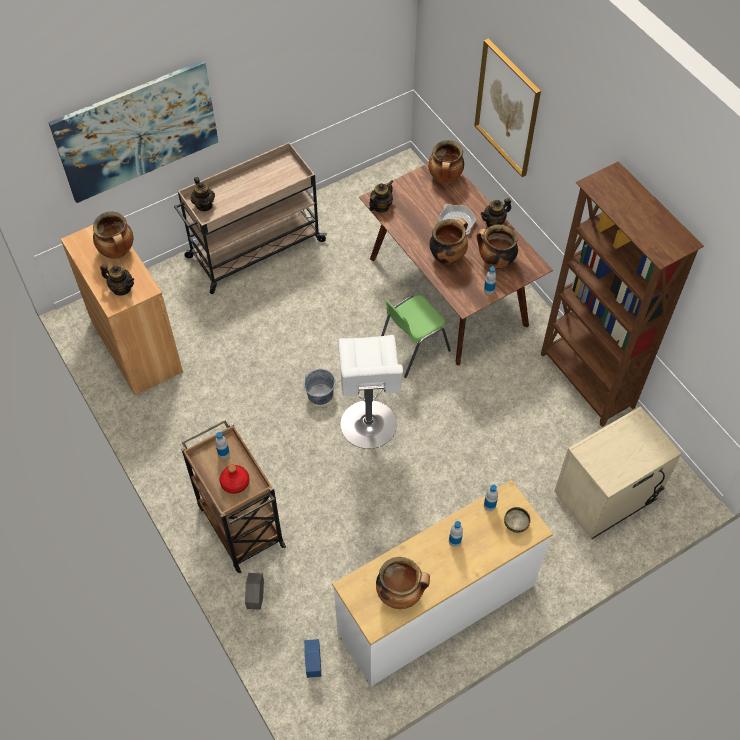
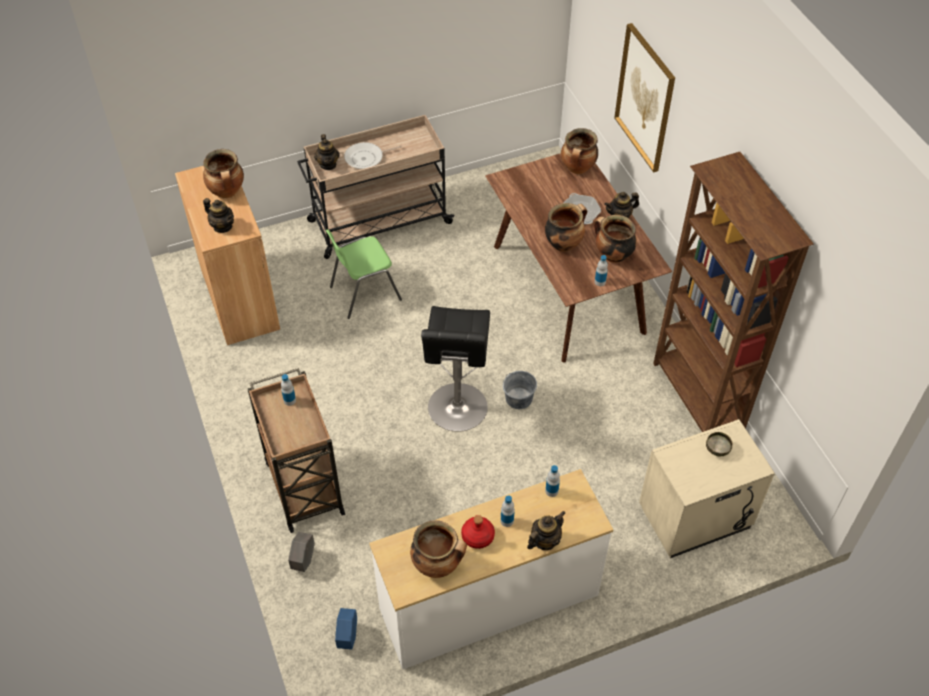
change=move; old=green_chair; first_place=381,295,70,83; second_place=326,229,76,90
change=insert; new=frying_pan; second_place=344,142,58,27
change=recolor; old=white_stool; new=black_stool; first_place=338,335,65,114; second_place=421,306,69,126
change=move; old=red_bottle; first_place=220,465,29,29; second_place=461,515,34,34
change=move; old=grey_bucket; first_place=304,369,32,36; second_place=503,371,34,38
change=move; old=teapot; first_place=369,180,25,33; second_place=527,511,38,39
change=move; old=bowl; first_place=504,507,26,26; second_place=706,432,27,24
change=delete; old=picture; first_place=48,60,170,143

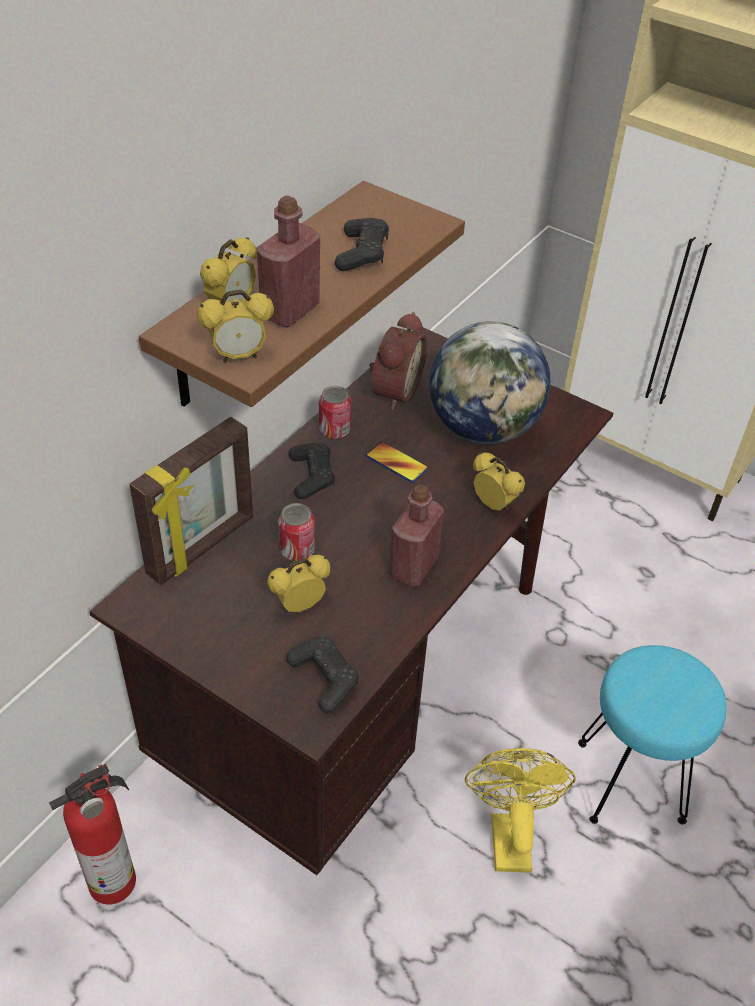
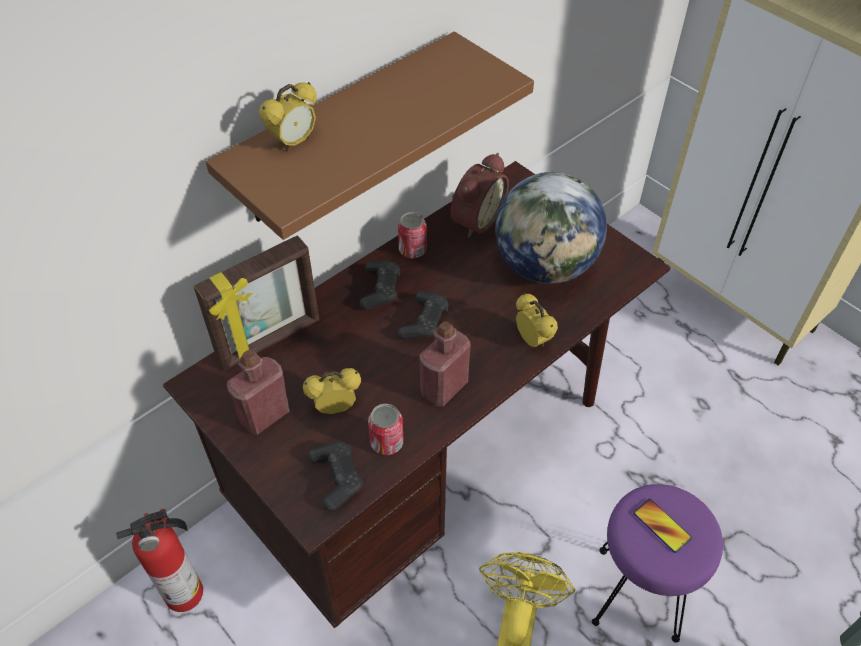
change=move; old=red_bottle; first_place=257,196,63,132; second_place=227,350,63,85
change=move; old=can; first_place=278,503,37,58; second_place=368,404,35,51
change=move; old=black_game_controller; first_place=335,218,54,53; second_place=398,291,51,49
change=recolor; old=turquoise_stool; new=purple_stool; first_place=578,645,149,179; second_place=592,484,131,159
change=move; old=phone; first_place=365,441,63,42; second_place=633,499,59,54
change=delete; old=alarm_clock; first_place=197,289,77,74

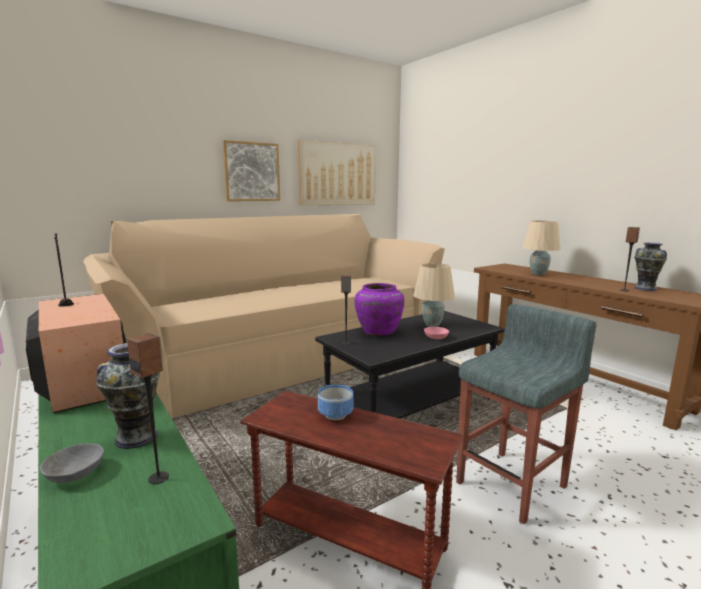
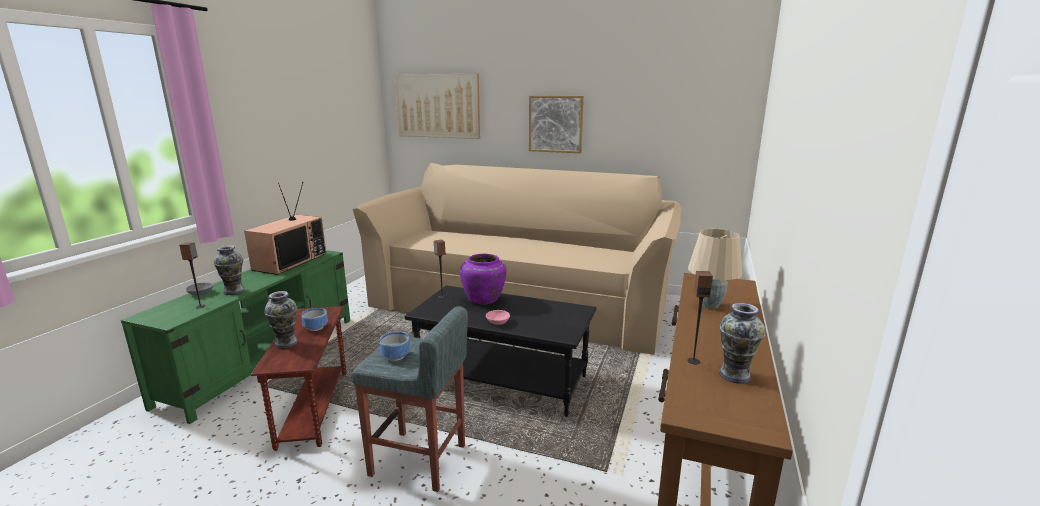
change=insert; new=vase; second_place=264,291,34,58
change=insert; new=bowl; second_place=380,332,30,29
change=move; old=picture; first_place=298,140,78,66; second_place=394,74,86,65
change=delete; old=beige_table_lamp; first_place=414,263,41,64

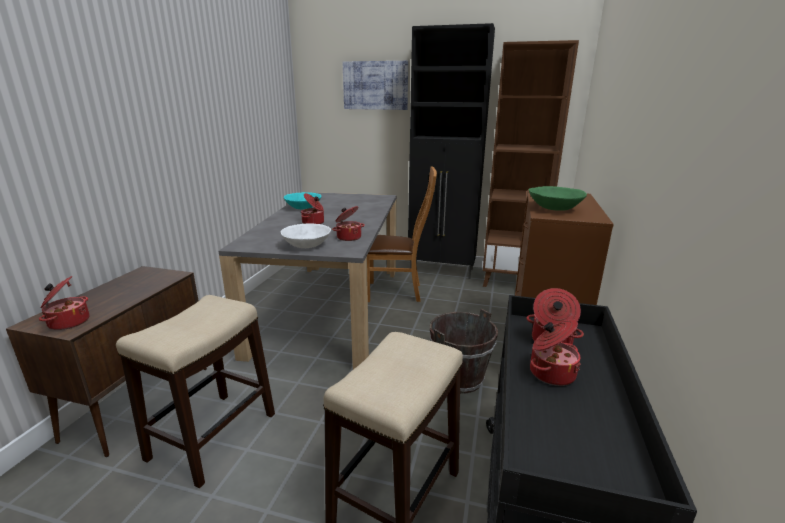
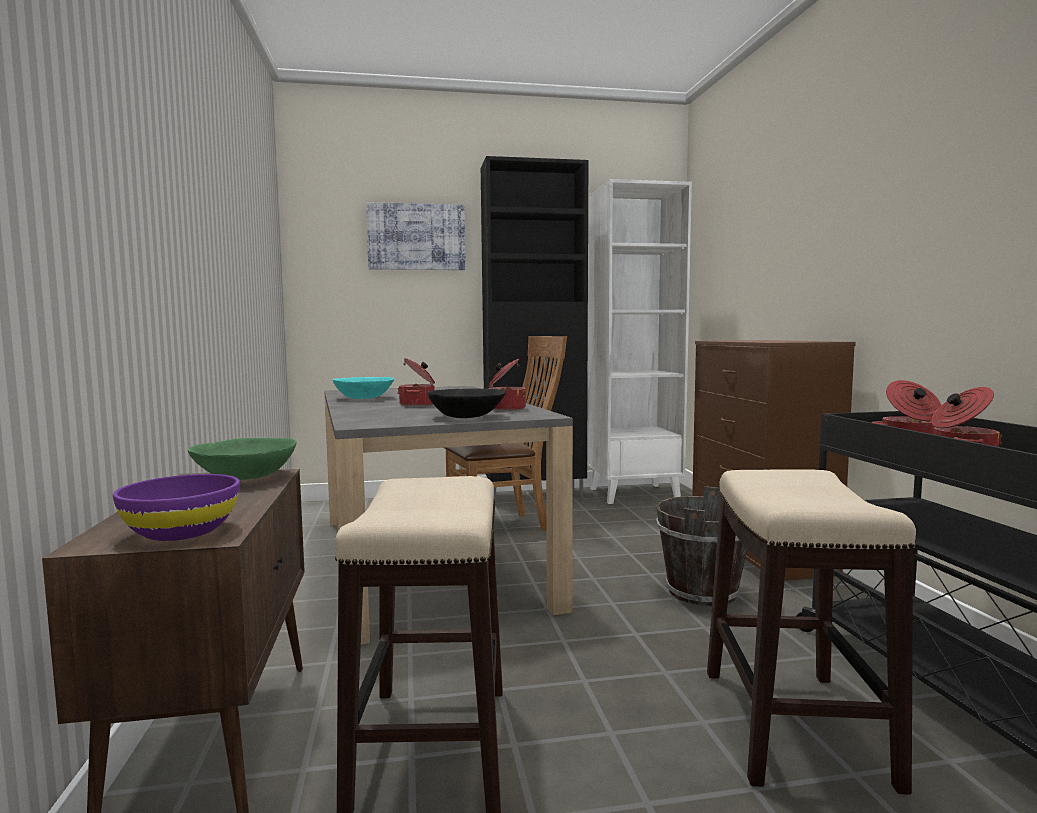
change=replace; old=cooking_pot; new=purple_bowl; first_place=39,276,51,54; second_place=113,474,127,67
change=move; old=green_bowl; first_place=528,186,59,25; second_place=188,438,109,42
change=recolor; old=white_bowl; new=black_bowl; first_place=280,223,51,25; second_place=427,388,79,30
change=recolor; old=brown_bookcase; new=white_bookcase; first_place=483,40,96,247; second_place=588,179,104,325

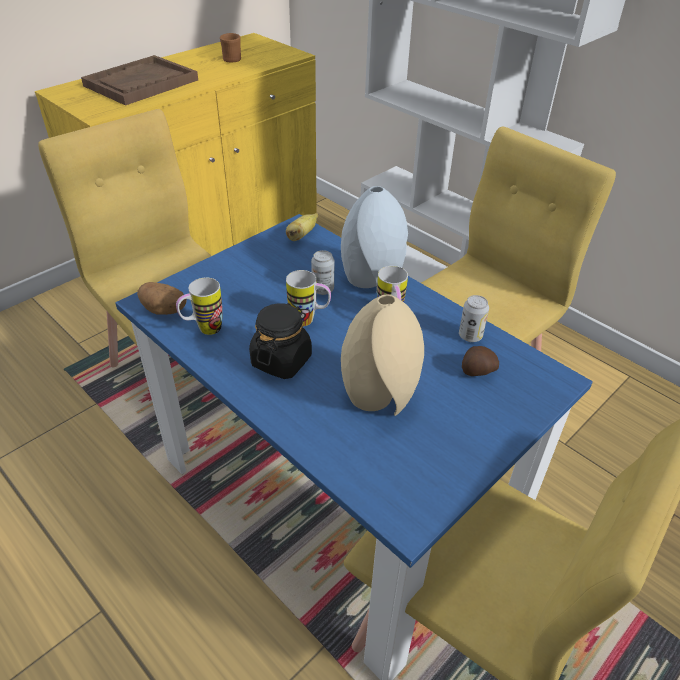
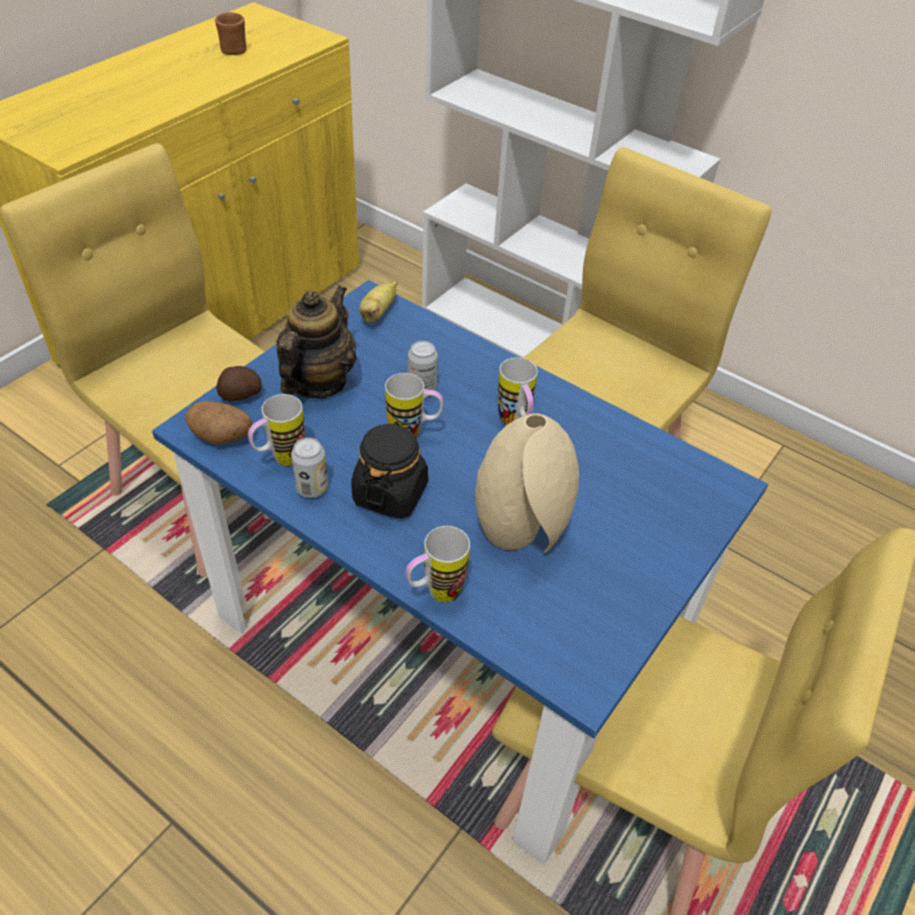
change=move; old=potato; first_place=462,346,37,30; second_place=216,366,45,35
change=insert; new=teapot; second_place=276,285,81,114
change=move; old=can; first_place=459,295,30,47; second_place=291,438,37,60
change=insert; new=mug; second_place=406,526,64,77
change=delete; old=brown_tray; first_place=81,55,117,51
change=delete; old=grey_vase; first_place=341,186,67,107

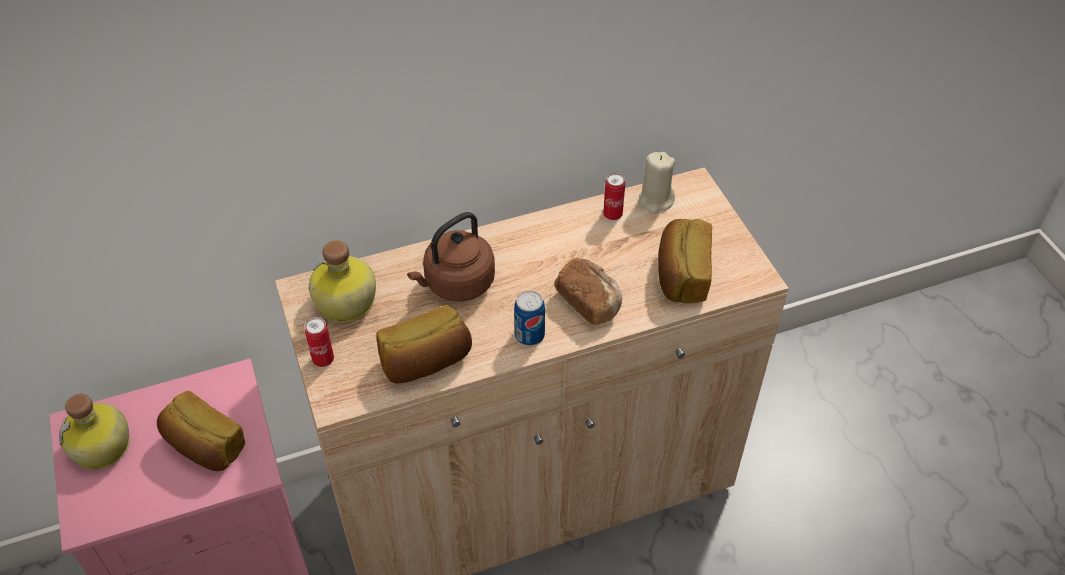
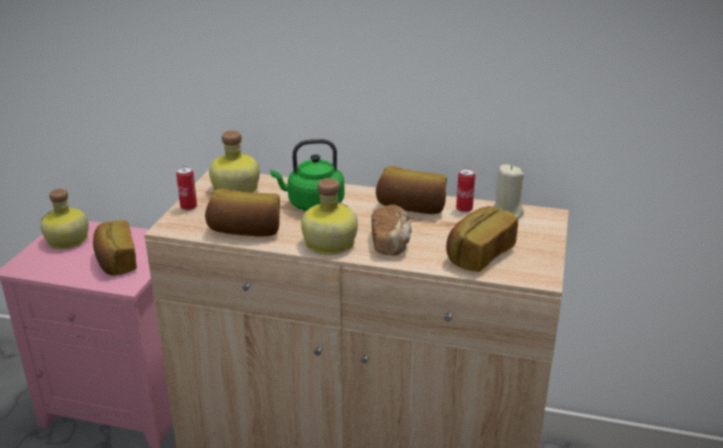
change=recolor; old=brown_kettle; new=green_kettle; first_place=407,212,88,90; second_place=270,139,74,72
change=replace; old=can; new=bottle; first_place=514,291,31,55; second_place=301,178,57,77
change=insert; new=bread; second_place=376,166,71,48

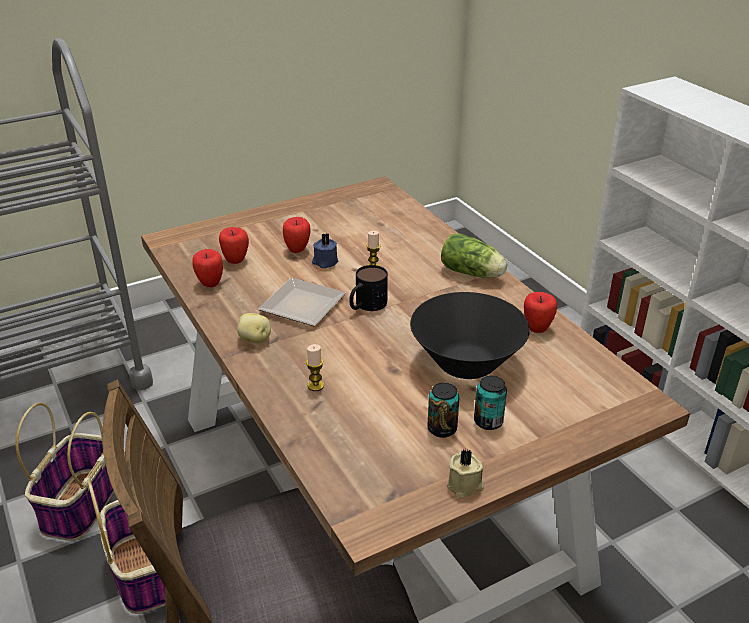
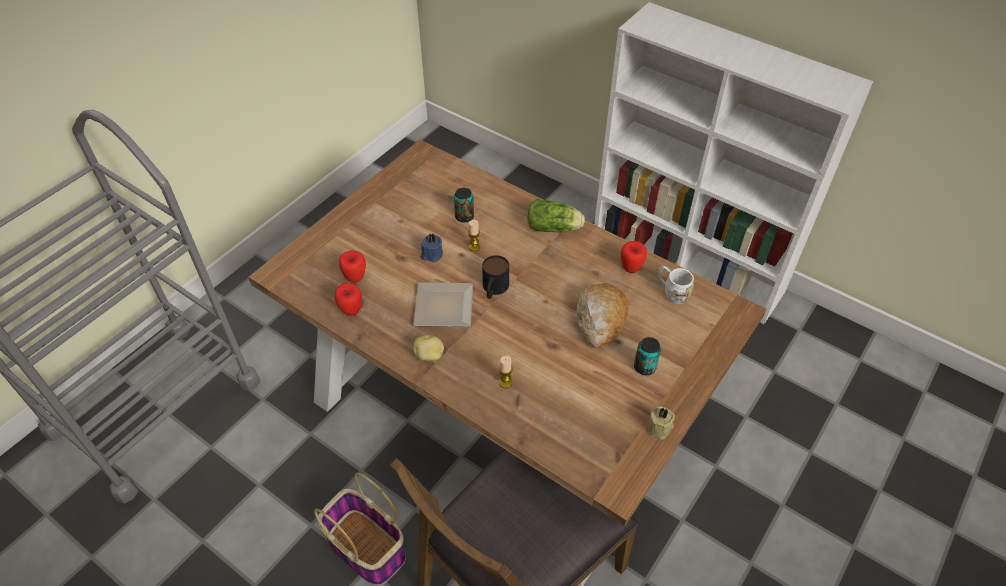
change=move; old=can; first_place=427,382,33,56; second_place=454,188,20,35
change=replace; old=black_bowl; new=bread; first_place=410,292,120,87; second_place=577,283,51,65
change=insert; new=white_mug; second_place=658,266,36,38
change=delete; old=basket; first_place=15,403,99,138
change=delete; old=apple; first_place=283,217,28,36

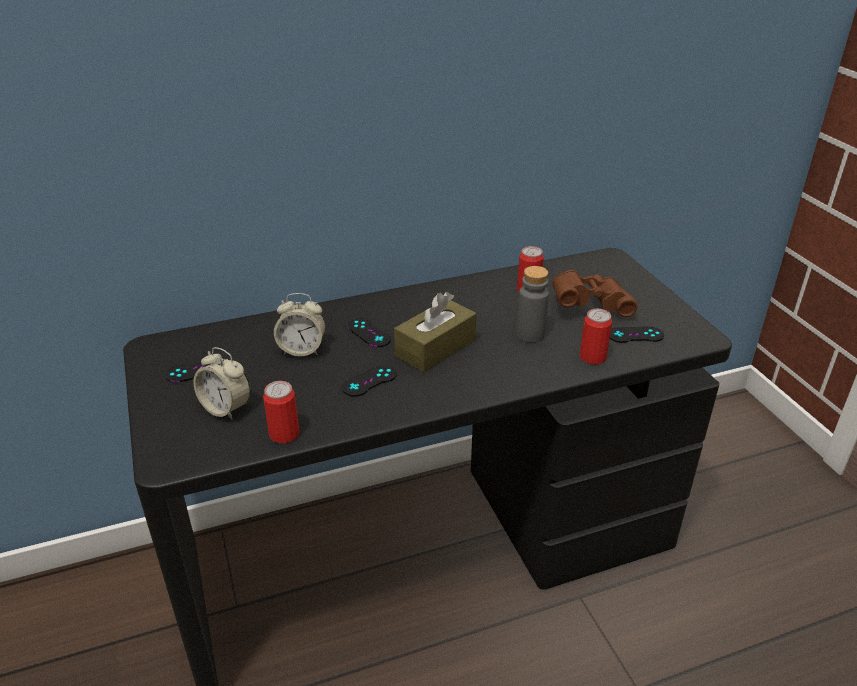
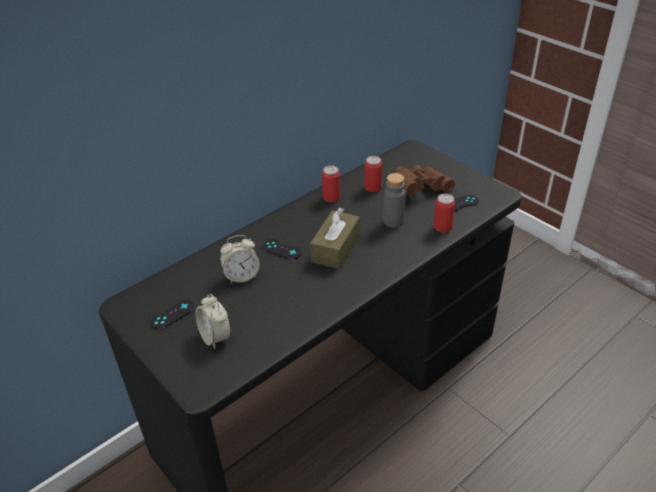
change=rotate; old=alarm_clock; first_place=193,347,58,73; second_place=196,294,35,55; degrees=45
change=move; old=can; first_place=263,381,36,62; second_place=322,165,18,37
change=delete; old=black_game_controller; first_place=342,365,55,32

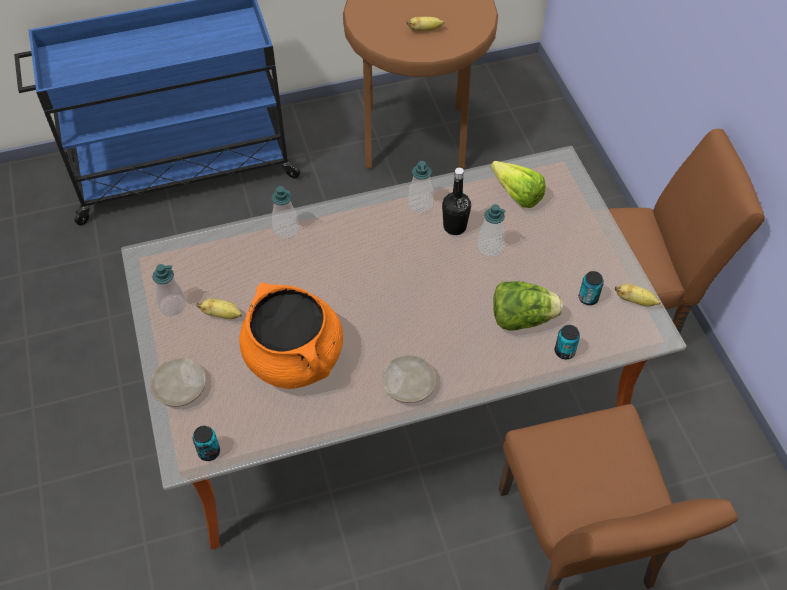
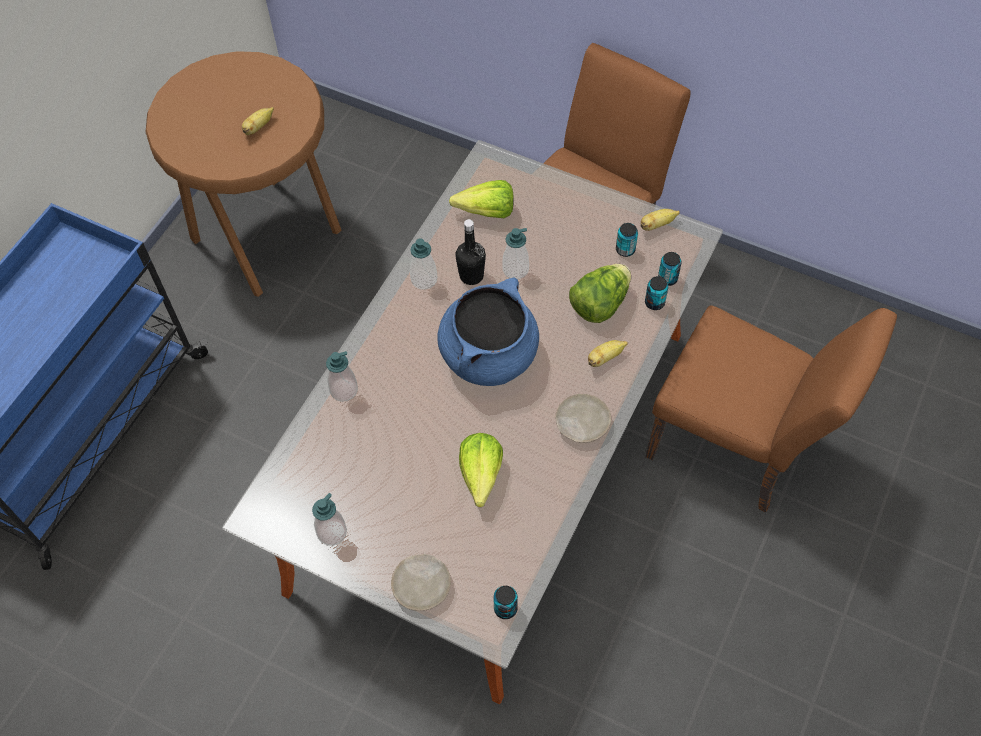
change=insert; new=blue_cooking_pot; second_place=437,278,102,108
change=replace; old=orange_cooking_pot; new=lettuce; first_place=239,283,104,106; second_place=459,433,44,74
change=move; old=banana; first_place=196,299,46,20; second_place=588,340,40,27
change=insert; new=can; second_place=658,252,23,34

